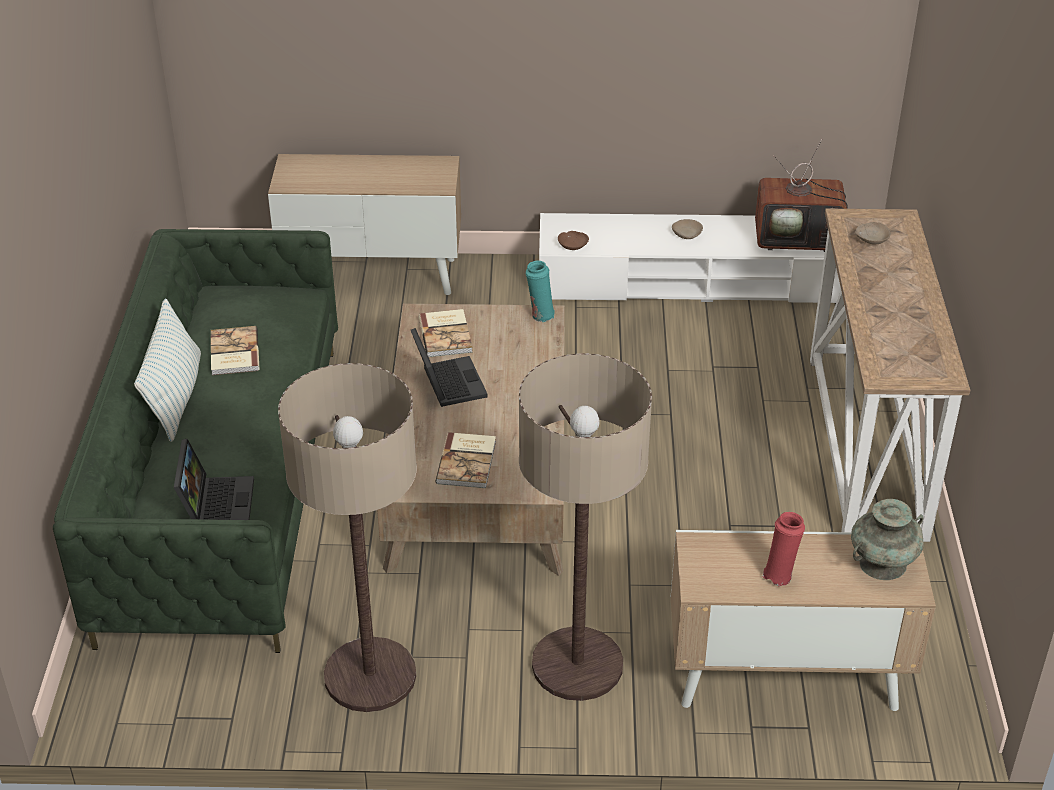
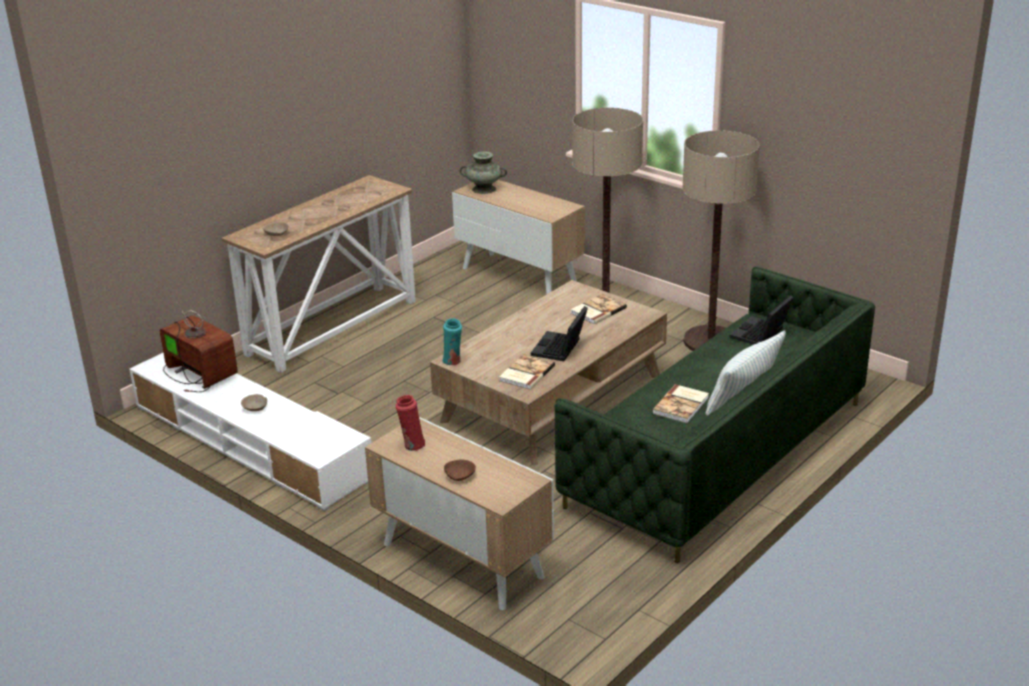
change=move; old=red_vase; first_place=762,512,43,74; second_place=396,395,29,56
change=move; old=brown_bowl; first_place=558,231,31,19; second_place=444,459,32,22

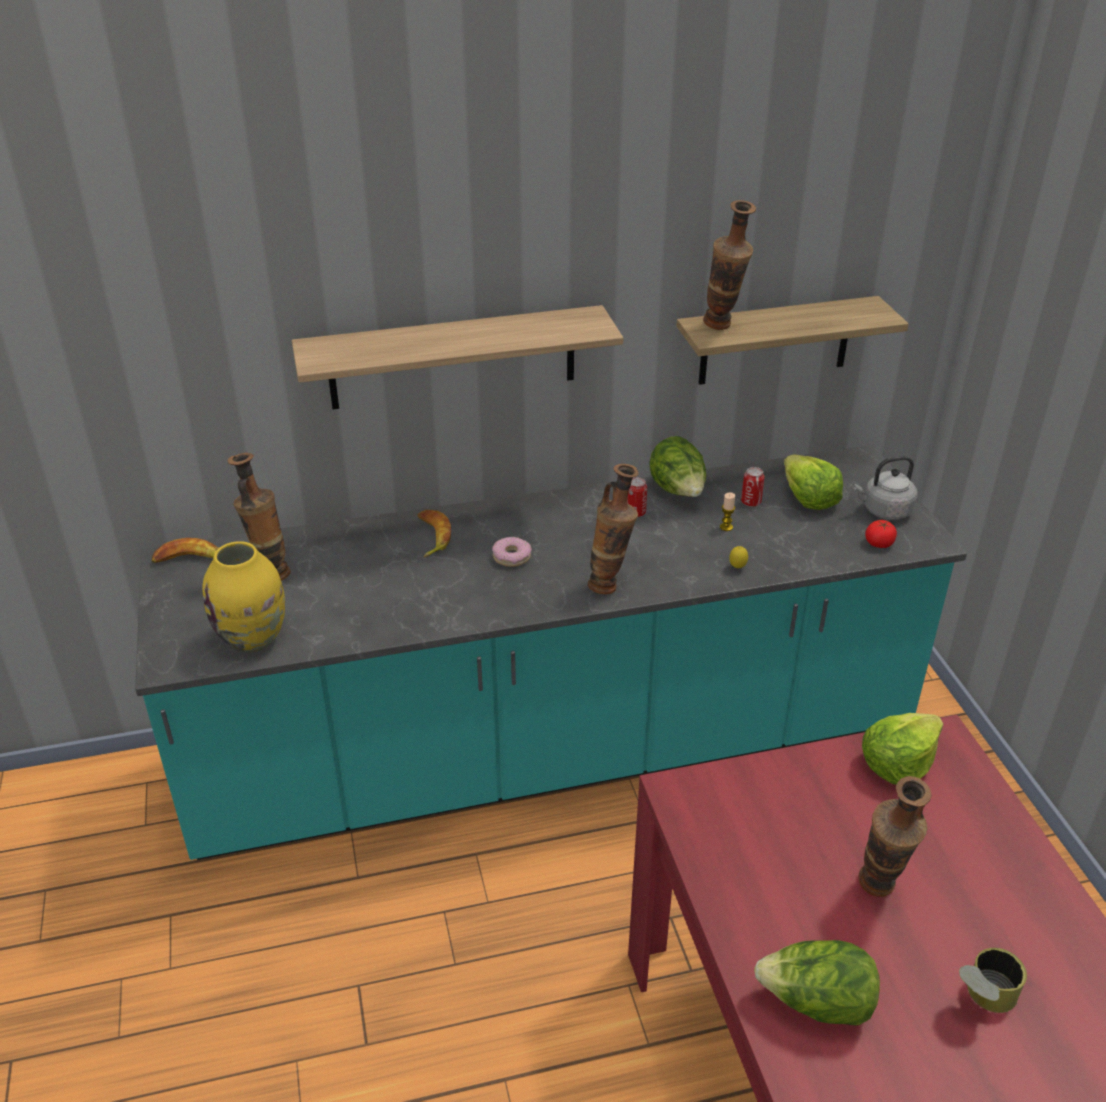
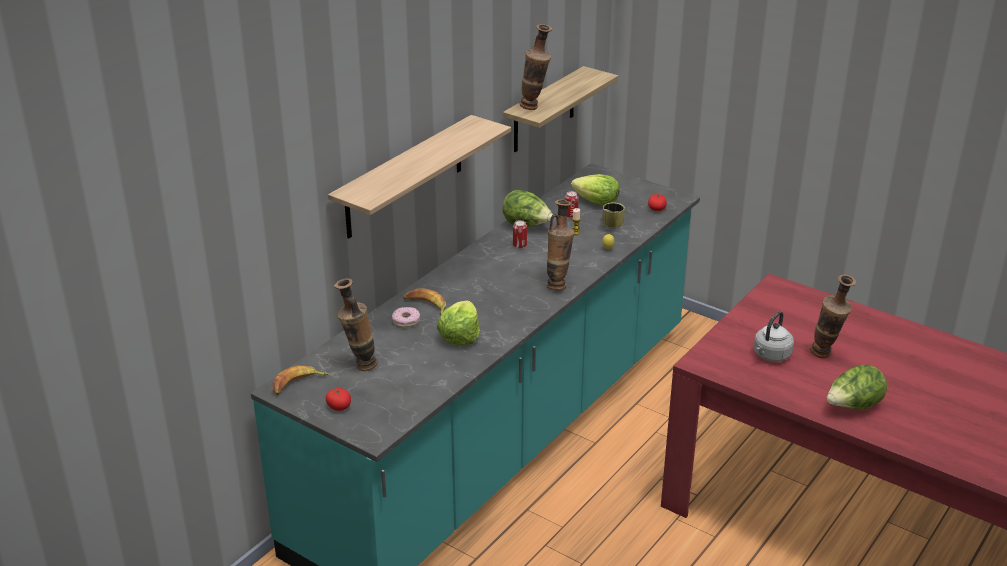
change=insert; new=tomato; second_place=326,388,25,23
change=move; old=donut; first_place=492,537,40,30; second_place=392,307,28,20
change=move; old=lettuce; first_place=862,713,81,72; second_place=437,300,43,45
change=move; old=can; first_place=959,948,68,65; second_place=602,202,23,25
change=move; old=grey_kettle; first_place=853,456,65,64; second_place=754,311,40,51
change=delete; old=yellow_vase; first_place=202,541,83,112

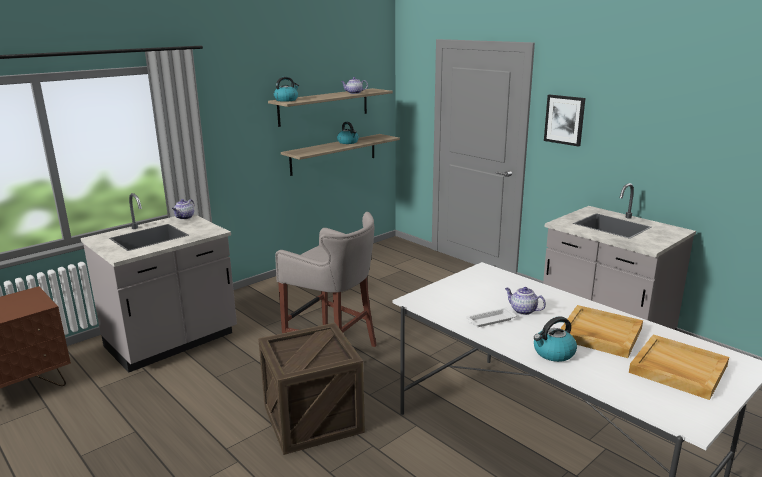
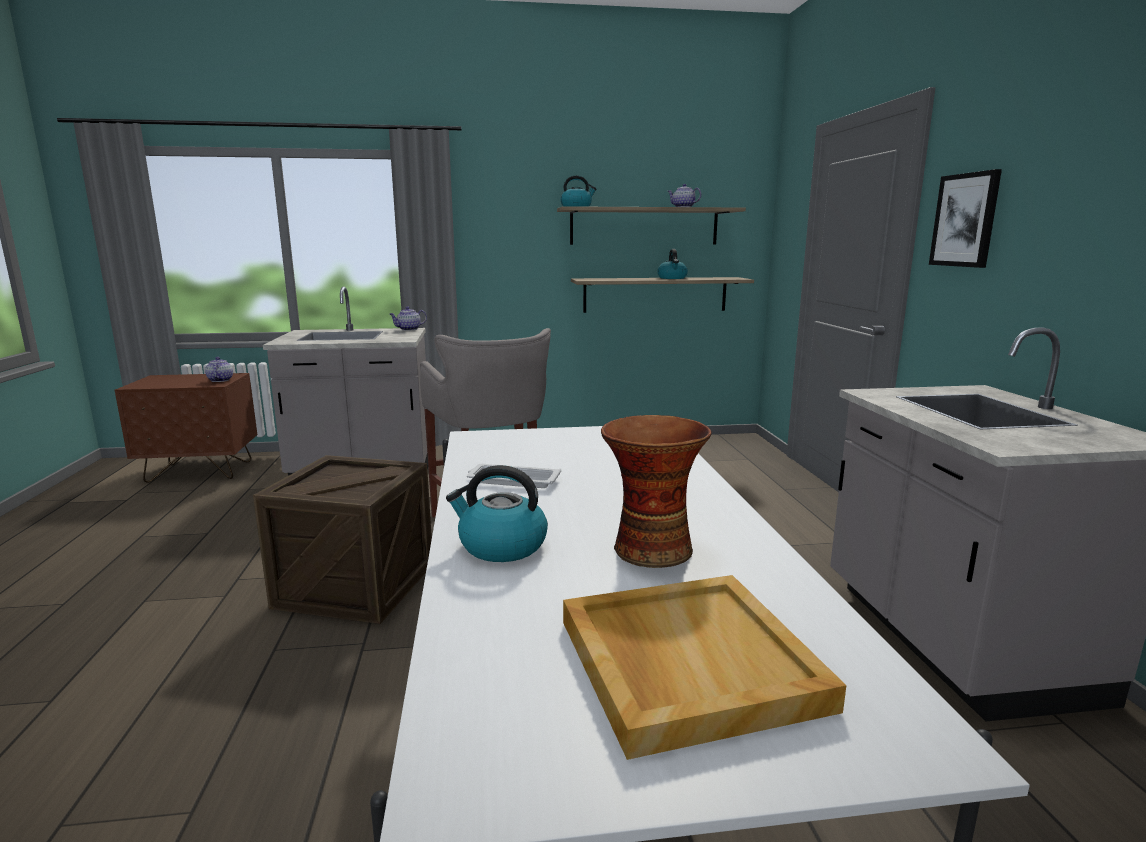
change=move; old=teapot; first_place=505,287,41,28; second_place=205,357,28,25
change=replace; old=beige_tray; new=vase; first_place=560,305,83,53; second_place=601,415,111,153

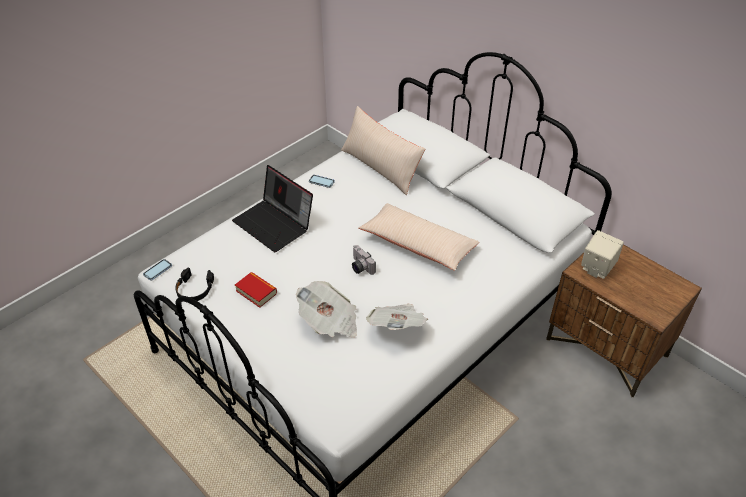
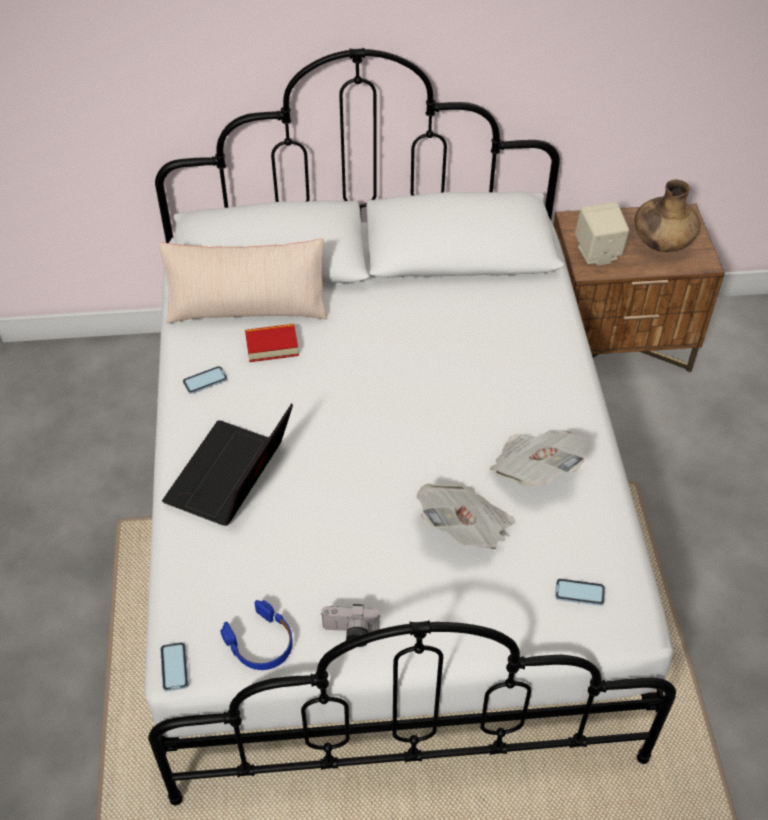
change=rotate; old=laptop; first_place=232,165,81,87; second_place=162,403,131,123; degrees=120
change=recolor; old=black_headphones; new=blue_headphones; first_place=175,267,39,34; second_place=220,600,73,70
change=move; old=book; first_place=235,272,42,36; second_place=245,324,54,38
change=move; old=photo_camera; first_place=352,245,24,30; second_place=320,604,61,43
change=insert; new=phone; second_place=555,578,50,28
change=insert; new=brown_vase; second_place=635,179,65,73
change=delete; old=beige_pillow; first_place=358,203,121,68

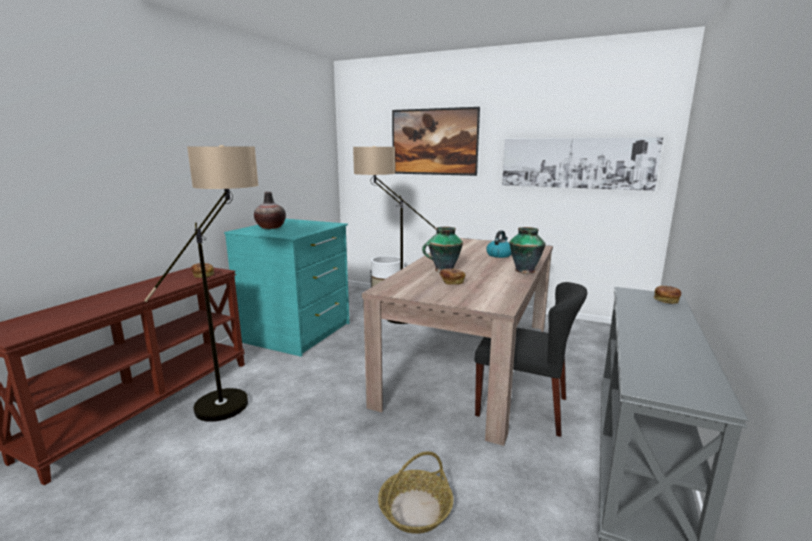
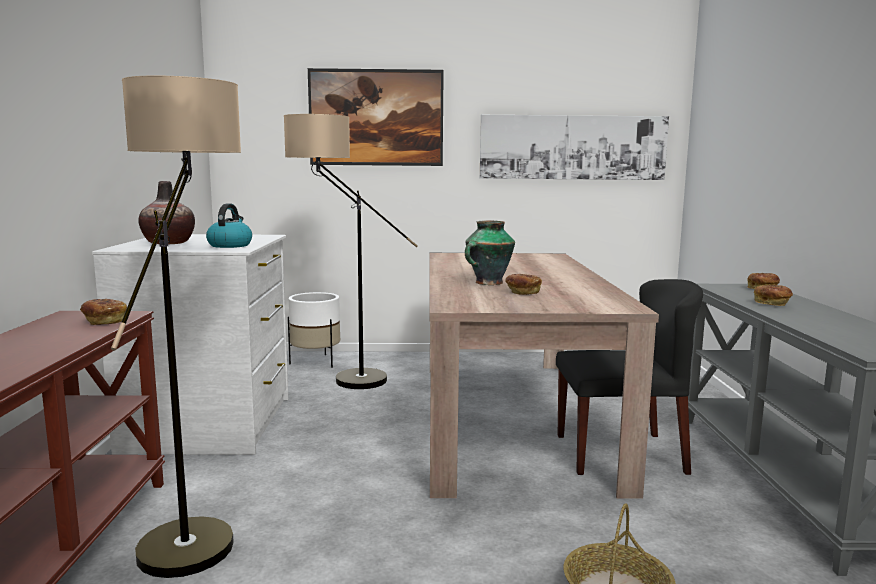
change=recolor; old=turquoise_dresser; new=white_dresser; first_place=224,219,126,138; second_place=92,234,196,221
change=move; old=kettle; first_place=486,230,25,28; second_place=206,204,46,44
change=insert; new=bread; second_place=754,285,39,21
change=delete; old=vase; first_place=509,227,37,47

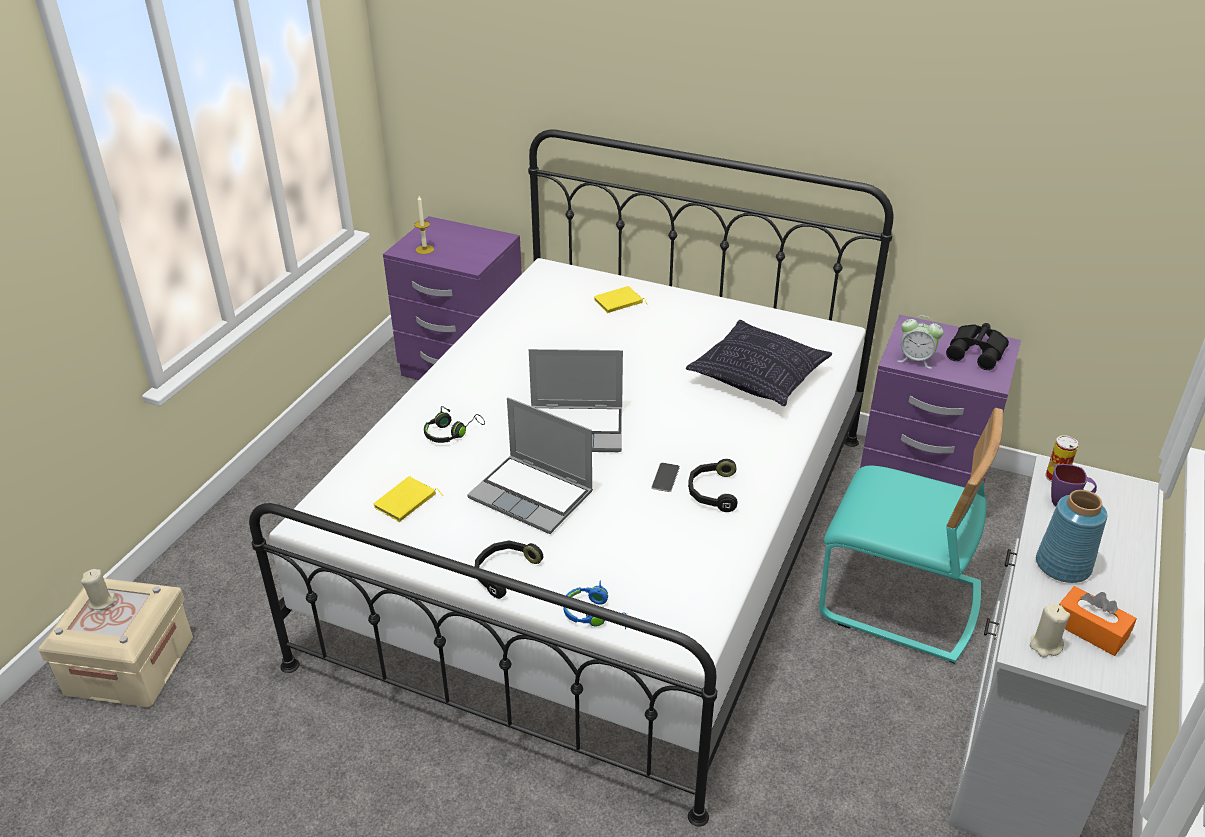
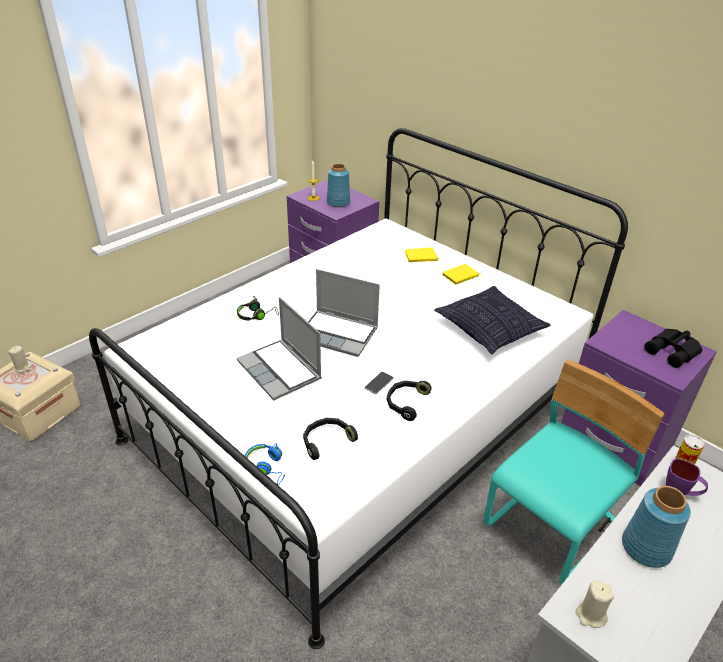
change=move; old=black_headphones; first_place=475,540,68,59; second_place=303,418,55,42
change=insert; new=blue_vase; second_place=327,163,23,44
change=move; old=yellow_book; first_place=374,476,70,46; second_place=442,264,40,21
change=rotate; old=turquoise_chair; first_place=819,408,184,255; second_place=483,360,182,225; degrees=-90
change=delete; old=alarm_clock; first_place=897,315,46,54
change=delete; old=orange_tissue_box; first_place=1059,586,78,70

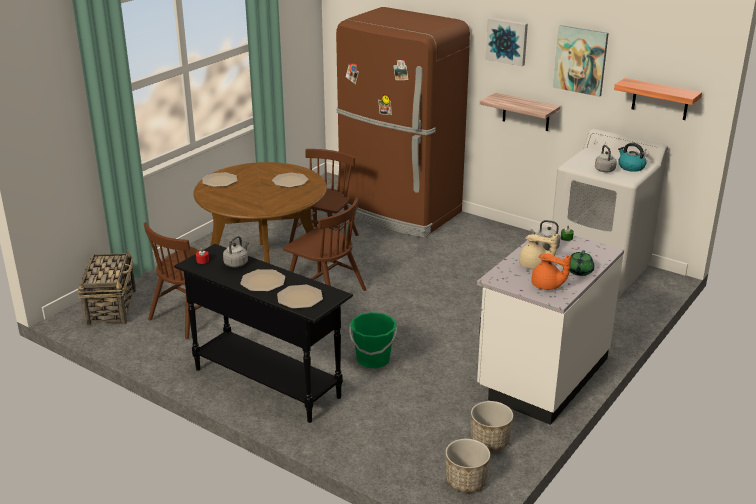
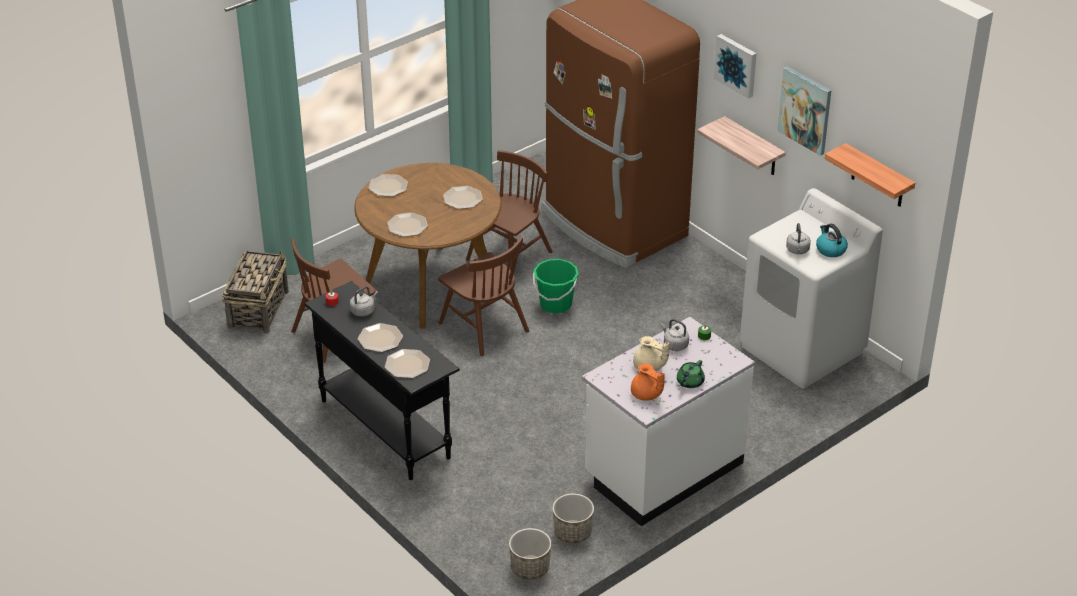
change=insert; new=plate; second_place=387,212,41,25
change=move; old=green_bucket; first_place=349,312,48,57; second_place=533,259,45,54

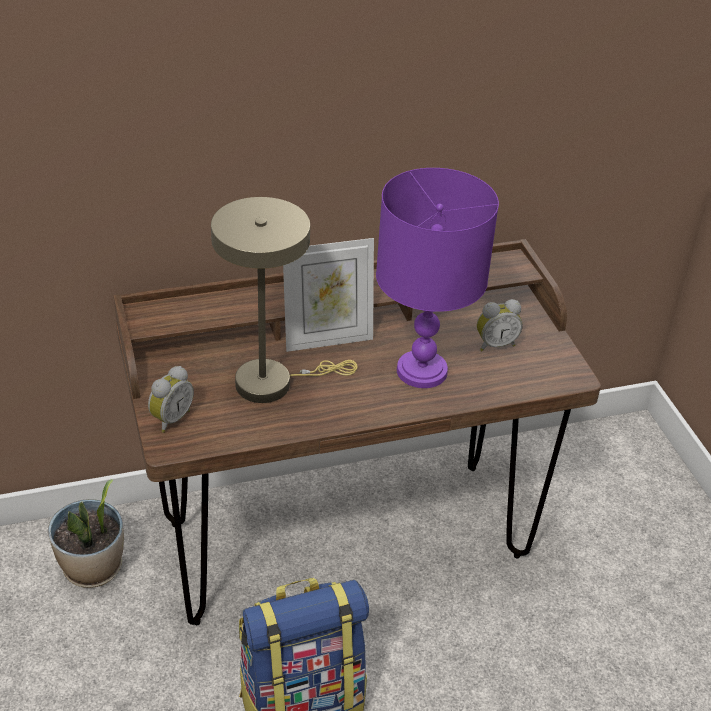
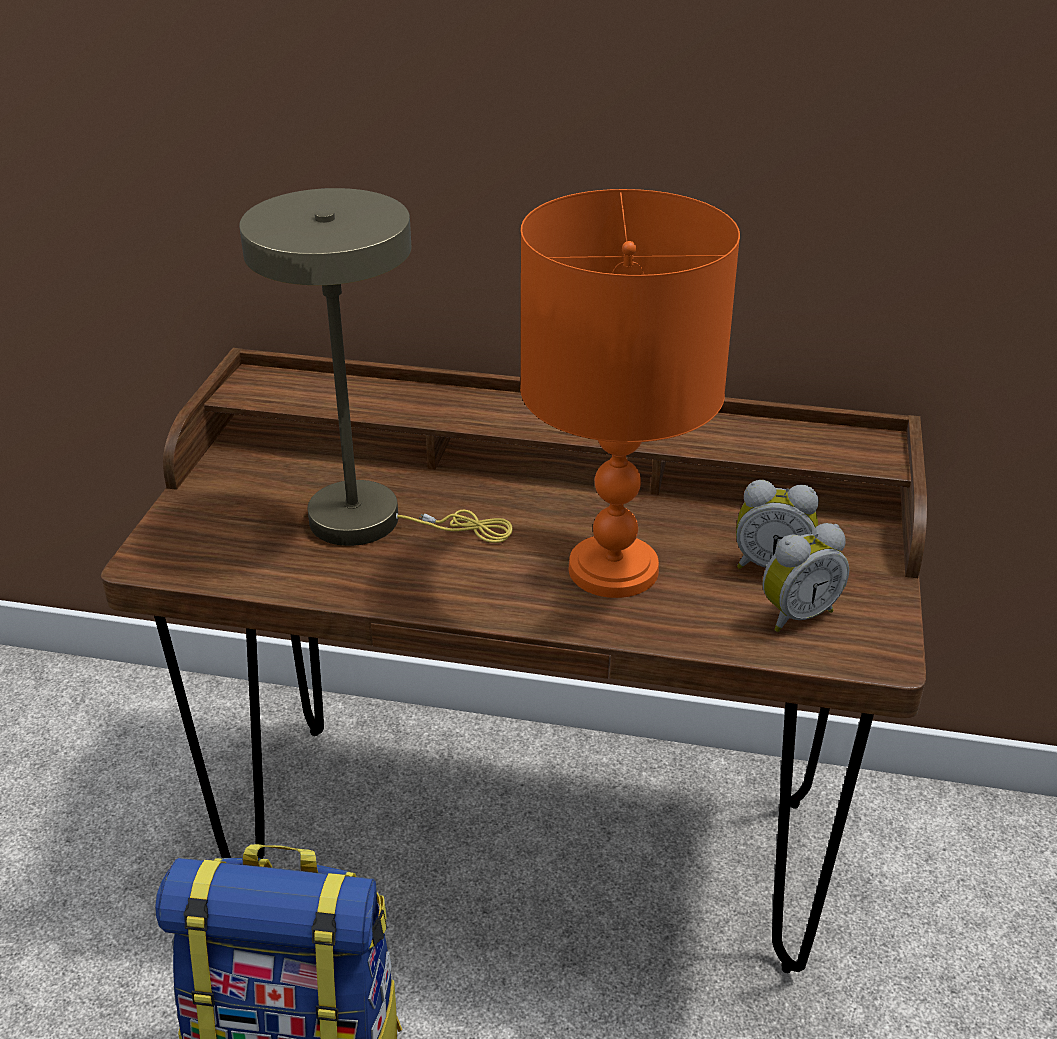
change=recolor; old=purple_table_lamp; new=orange_table_lamp; first_place=376,168,123,220; second_place=520,189,220,409
change=move; old=alarm_clock; first_place=148,366,46,67; second_place=763,523,86,109
change=delete; old=potted_plant; first_place=48,480,76,108
change=delete; old=picture_frame; first_place=283,238,91,114

